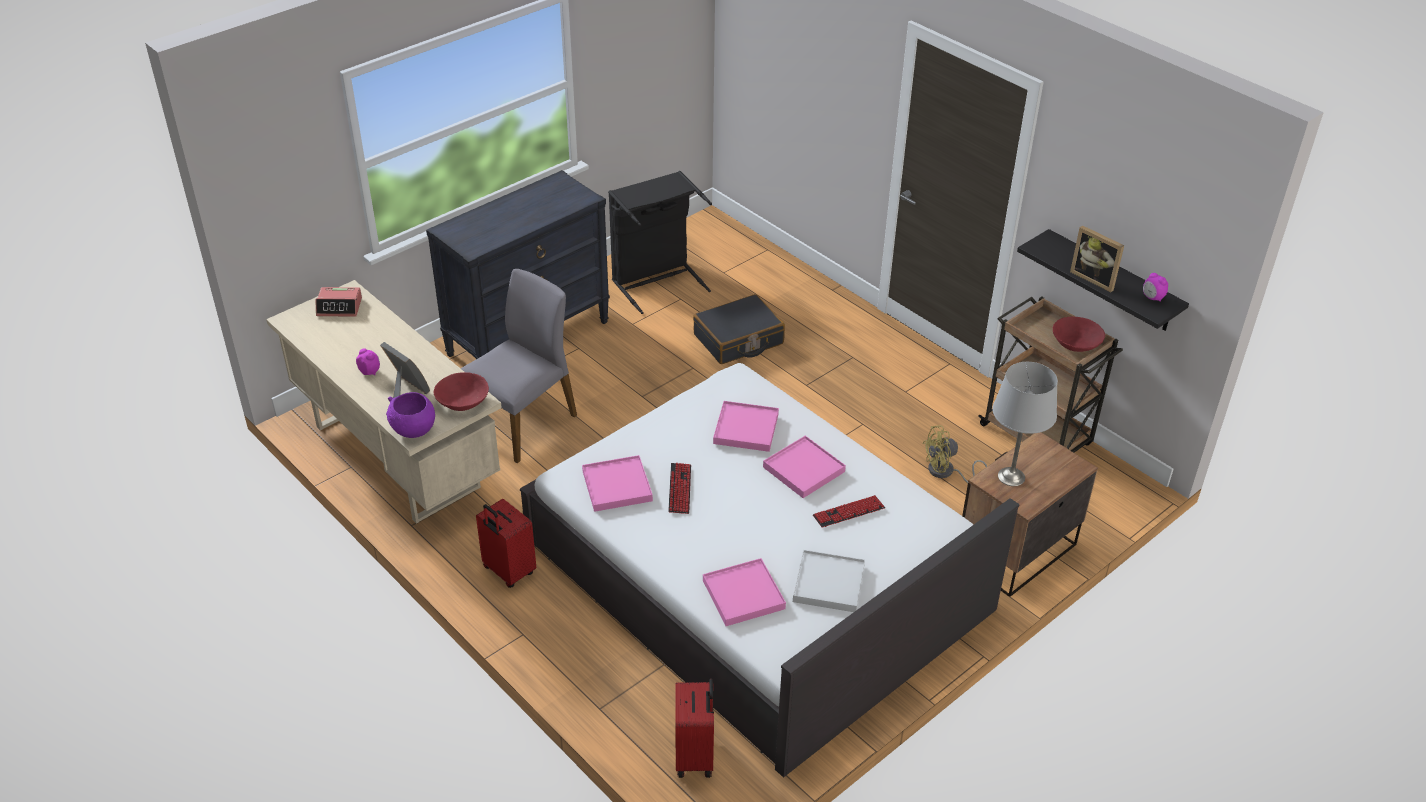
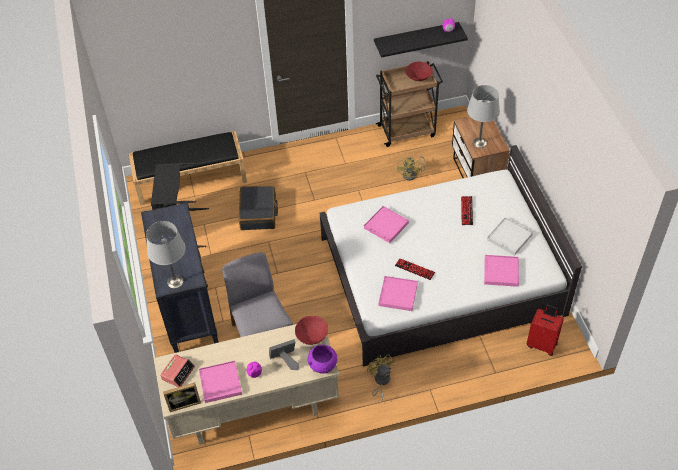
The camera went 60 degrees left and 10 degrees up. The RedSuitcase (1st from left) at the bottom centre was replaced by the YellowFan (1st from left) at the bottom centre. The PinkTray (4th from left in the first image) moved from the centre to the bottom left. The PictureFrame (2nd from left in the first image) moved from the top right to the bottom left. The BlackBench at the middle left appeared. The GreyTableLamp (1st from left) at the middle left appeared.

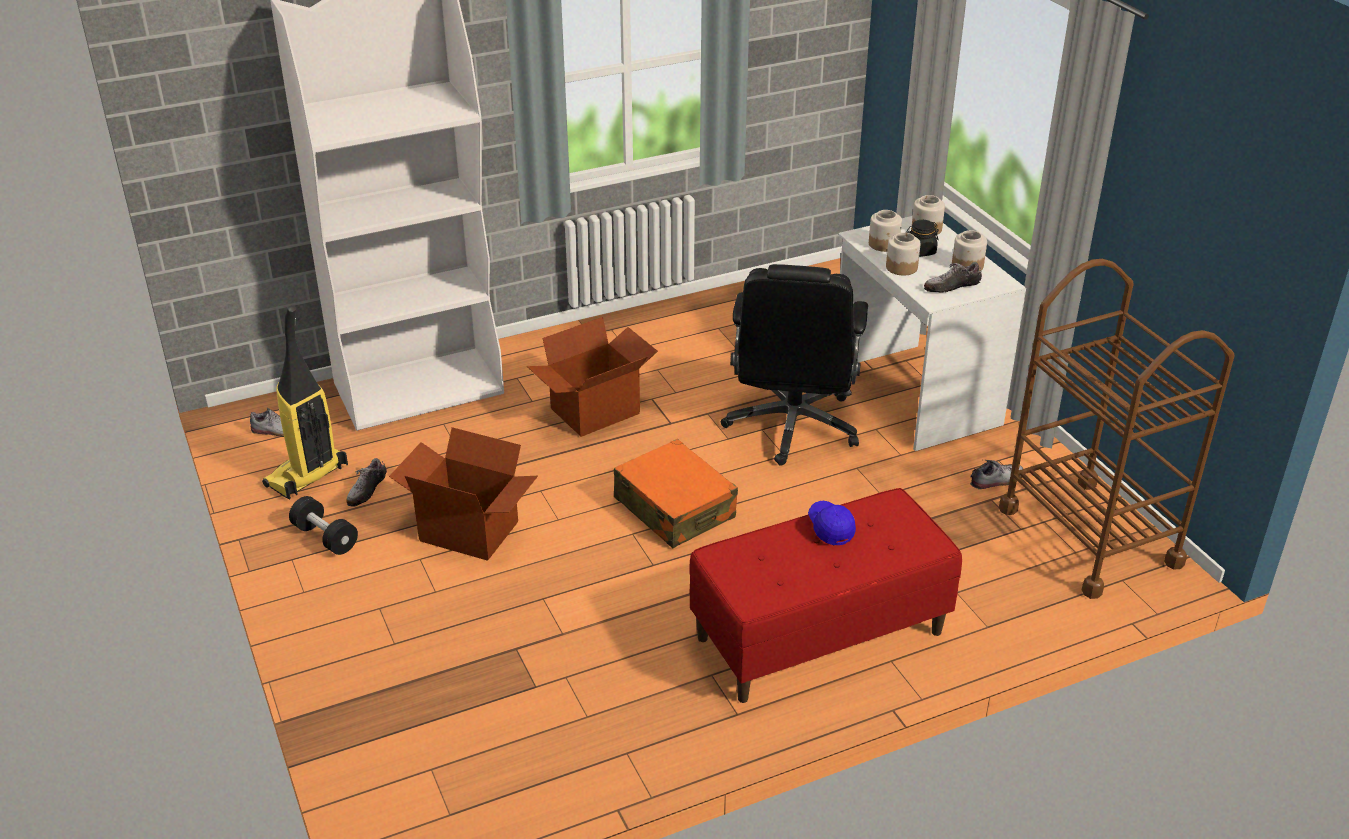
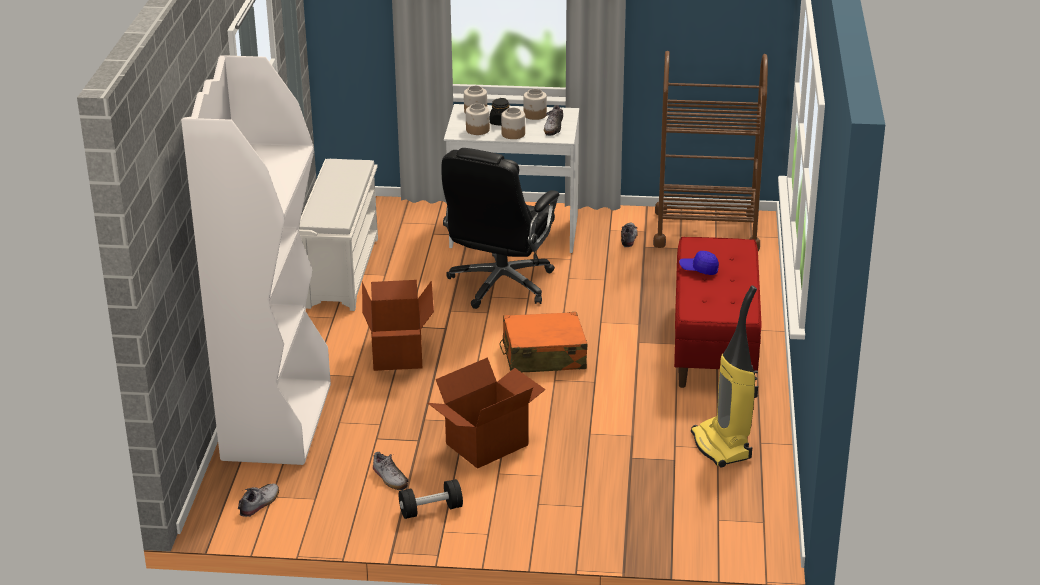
The camera went 60 degrees left and 5 degrees down. The VacuumCleaner moved from the middle left to the middle right. The BlackOfficeChair at the centre turned 75 degrees clockwise. The WhiteShoeRack at the middle left appeared.

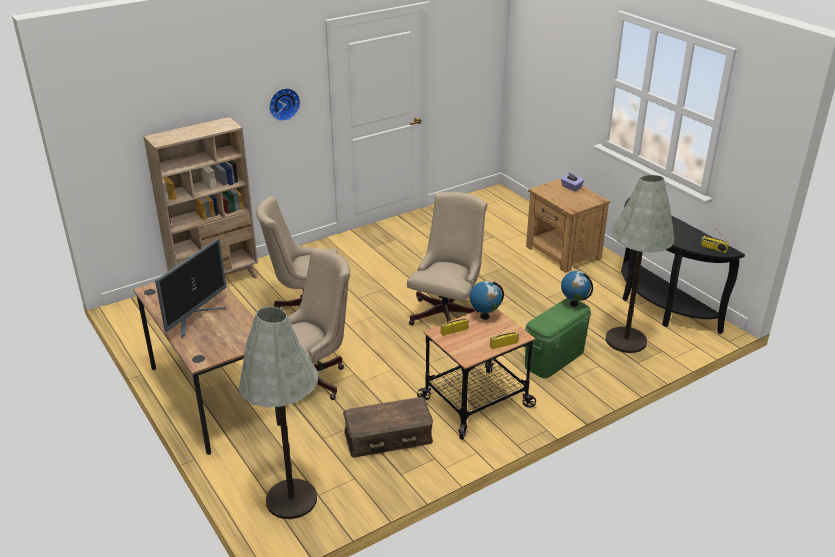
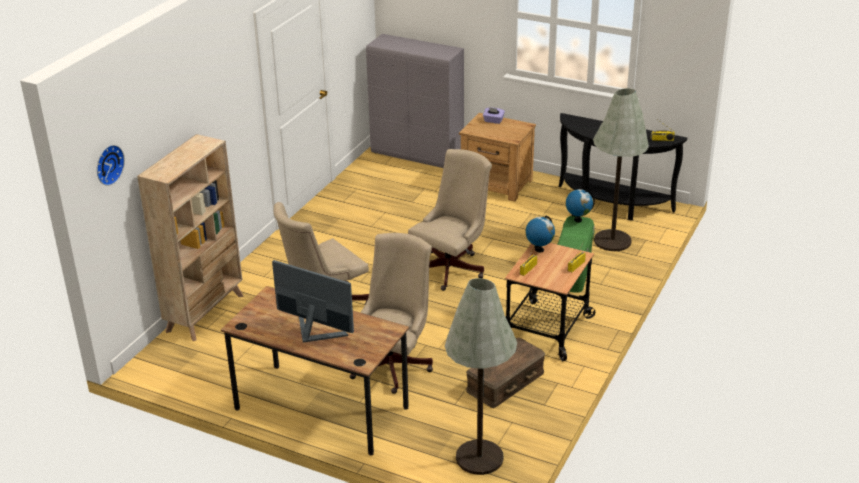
The camera went 30 degrees left and 0 degrees up. The Monitor at the middle left turned 60 degrees counterclockwise. The WallClock moved from the top centre to the middle left. The BeigeOfficeChair (3rd from left) at the centre turned 45 degrees clockwise. The GreyCabinet at the top centre appeared.

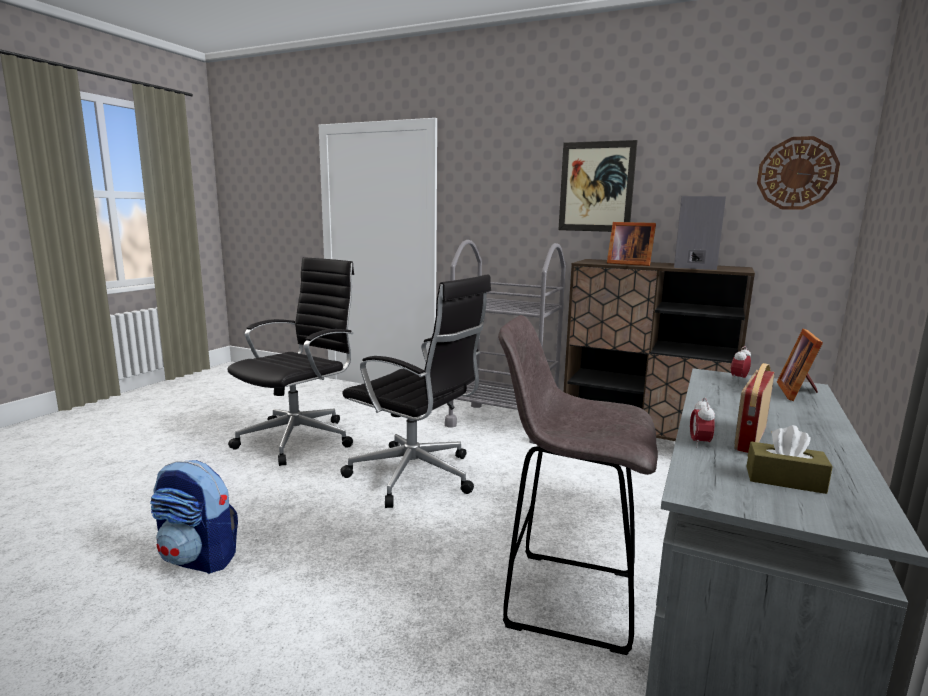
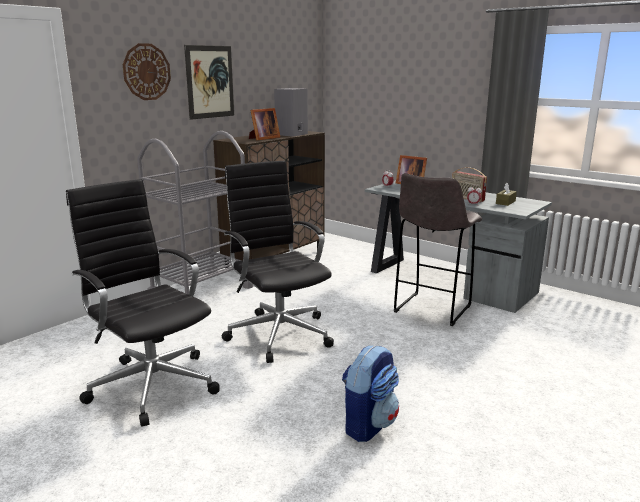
The camera went 75 degrees left and 5 degrees up. The BlackOfficeChair (2nd from left) at the centre turned 75 degrees counterclockwise. The WallClock moved from the top right to the top left.

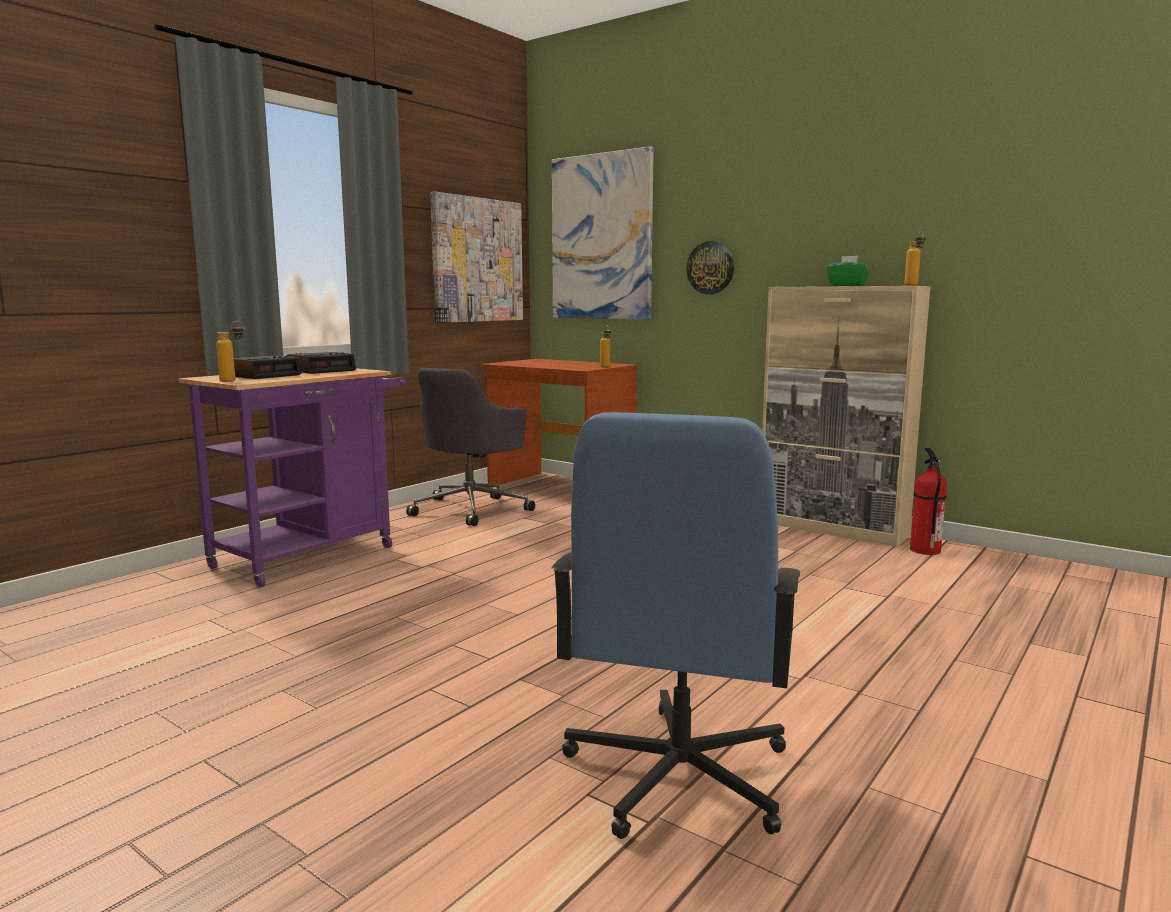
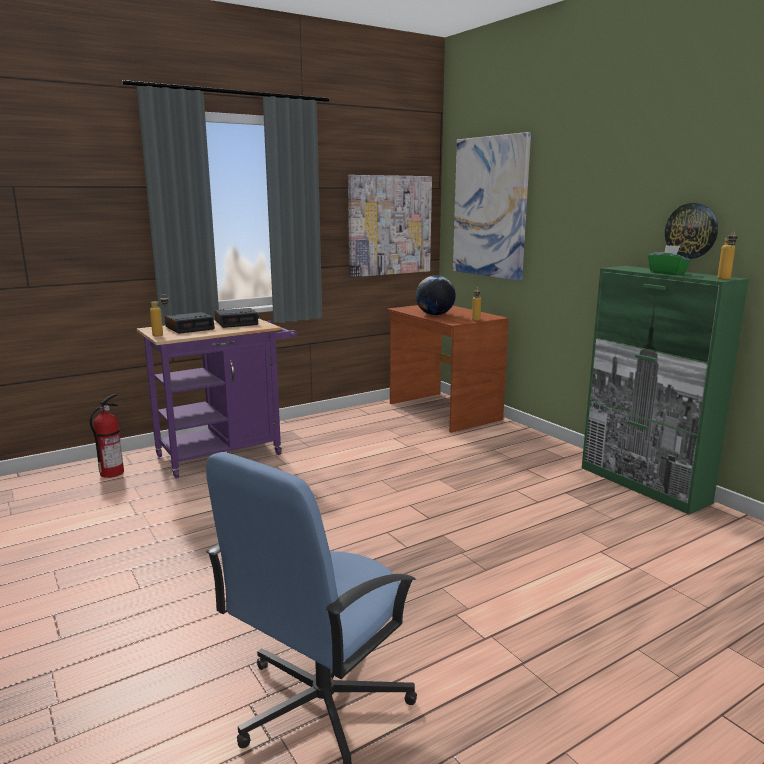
The camera went 20 degrees right and 5 degrees up. The GreyOfficeChair at the centre disappeared. The WallClock moved from the top centre to the top right. The BeigeCabinet at the middle right became the GreenCabinet at the middle right. The FireExtinguisher moved from the middle right to the middle left. The Globe at the centre appeared.

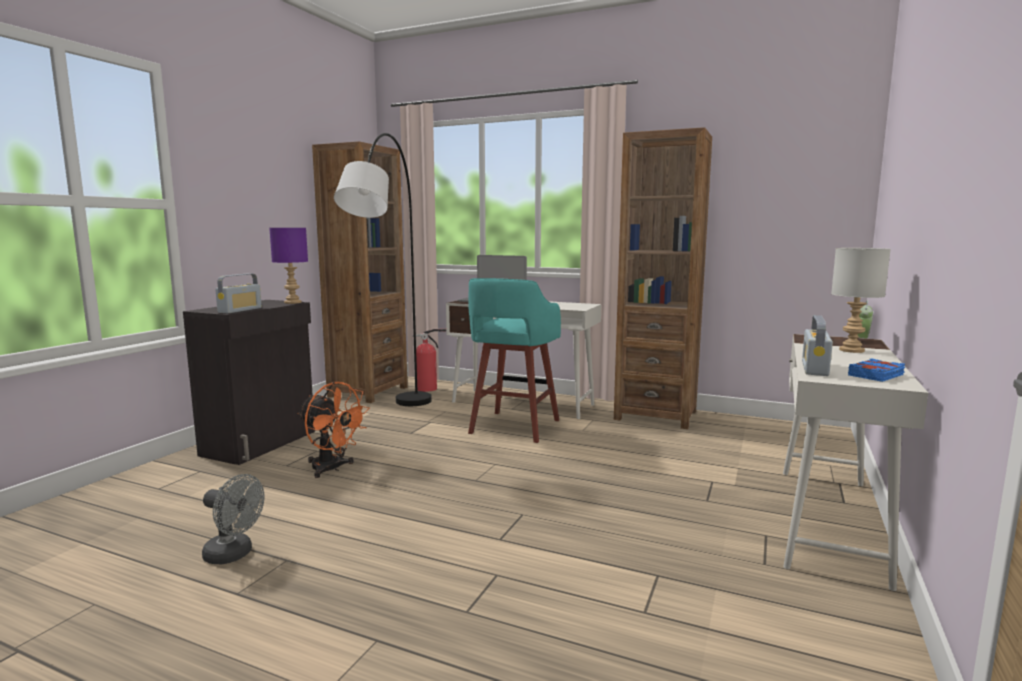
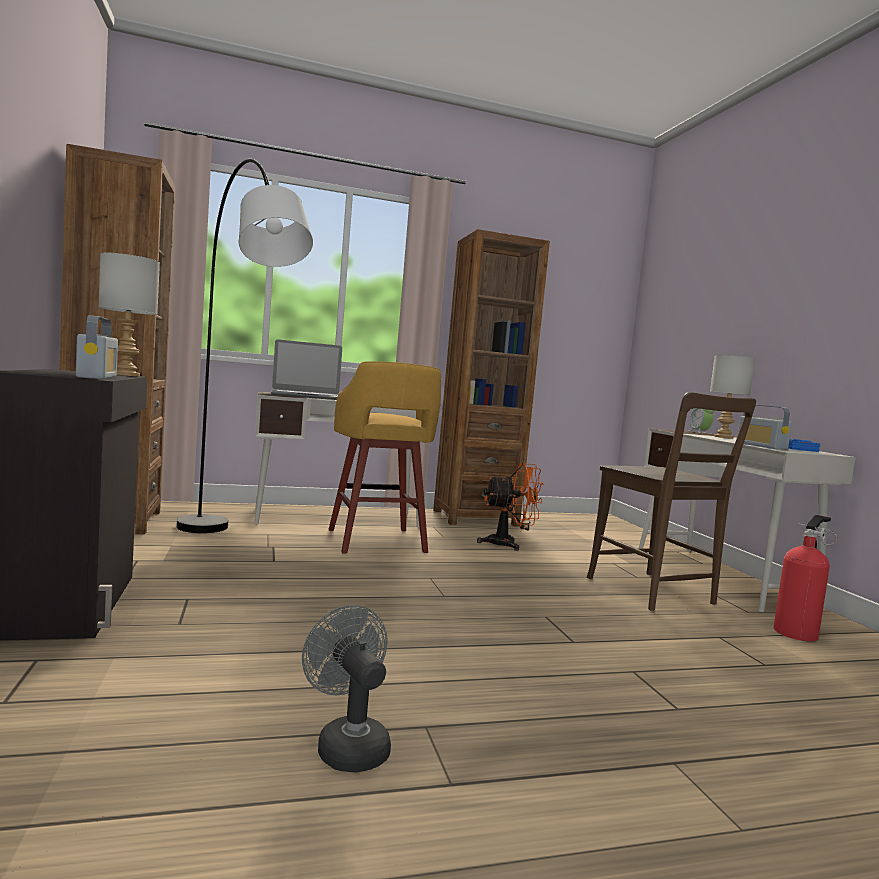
The camera went 40 degrees left and 5 degrees down. The GreyFan at the bottom left turned 105 degrees counterclockwise. The PurpleTableLamp at the middle left became the GreyTableLamp (1st from left) at the middle left. The OrangeFan moved from the middle left to the centre. The FireExtinguisher moved from the centre to the middle right. The TurquoiseStool at the centre became the YellowStool at the centre. The BrownChair at the middle right appeared.

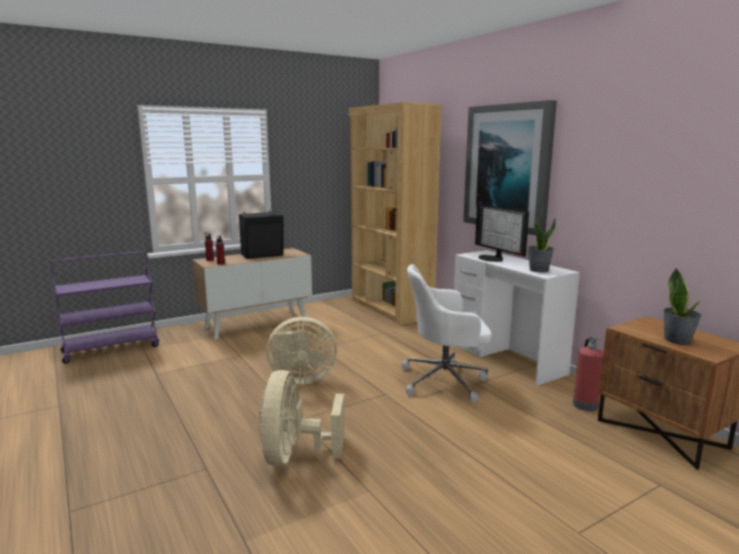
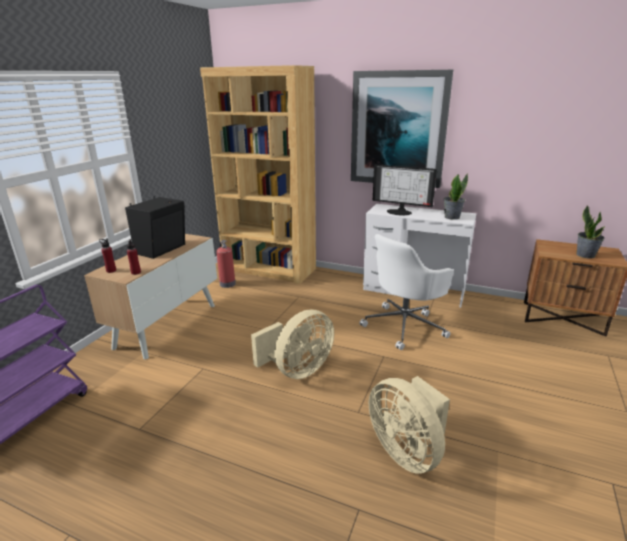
The camera went 35 degrees left and 10 degrees up. The FireExtinguisher moved from the bottom right to the centre.

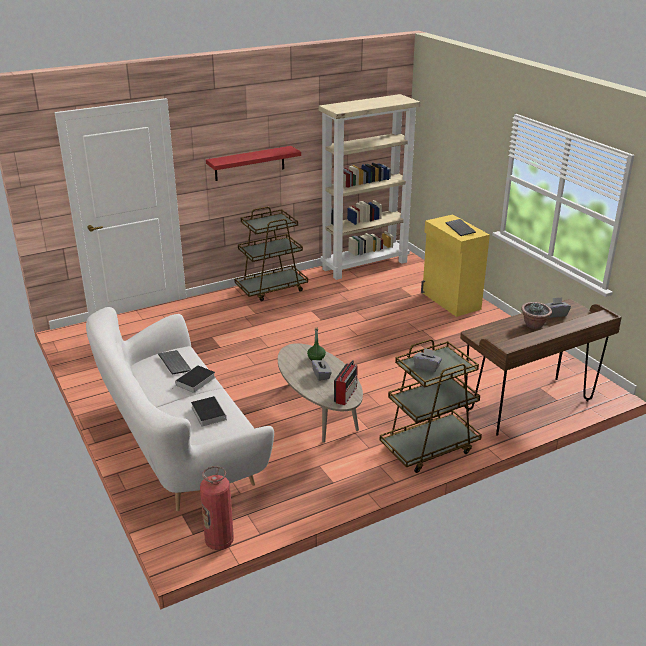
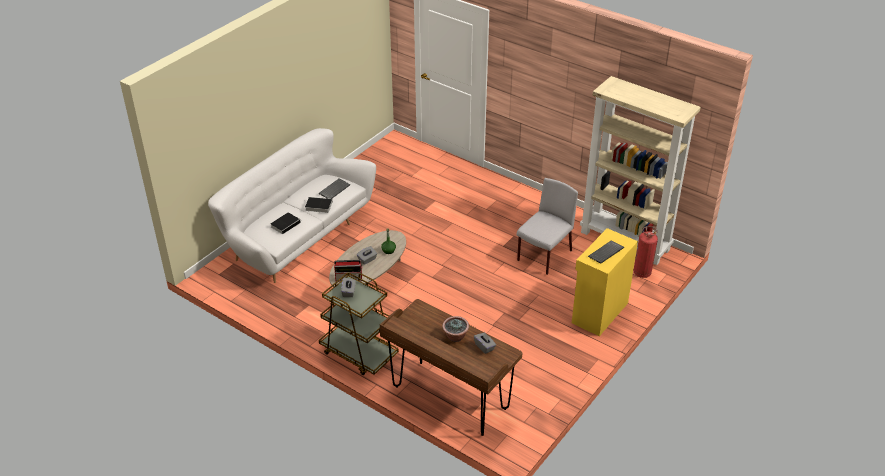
The camera went 65 degrees right and 10 degrees up. The FireExtinguisher moved from the bottom centre to the middle right. The RedShelf at the top centre disappeared. The BrownCart (1st from left) at the centre disappeared. The GreyChair at the centre appeared.

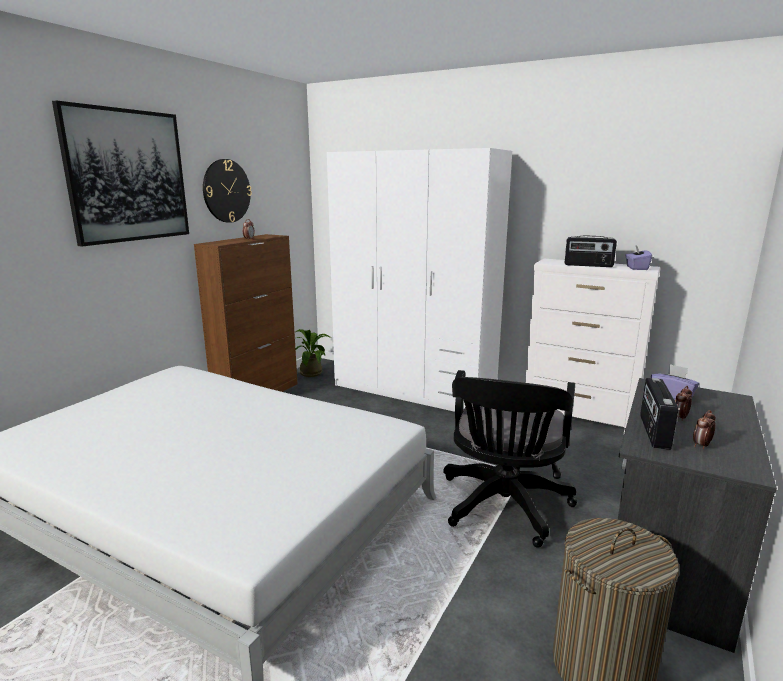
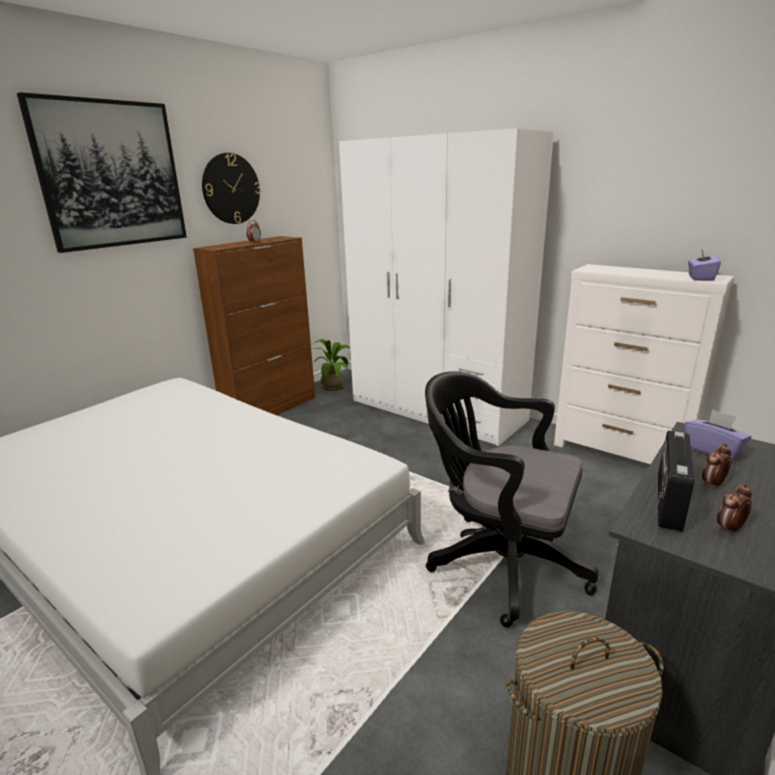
The camera went 10 degrees right and 5 degrees up. The BlackOfficeChair at the bottom centre turned 90 degrees clockwise. The Radio (1st from left) at the middle right disappeared.

